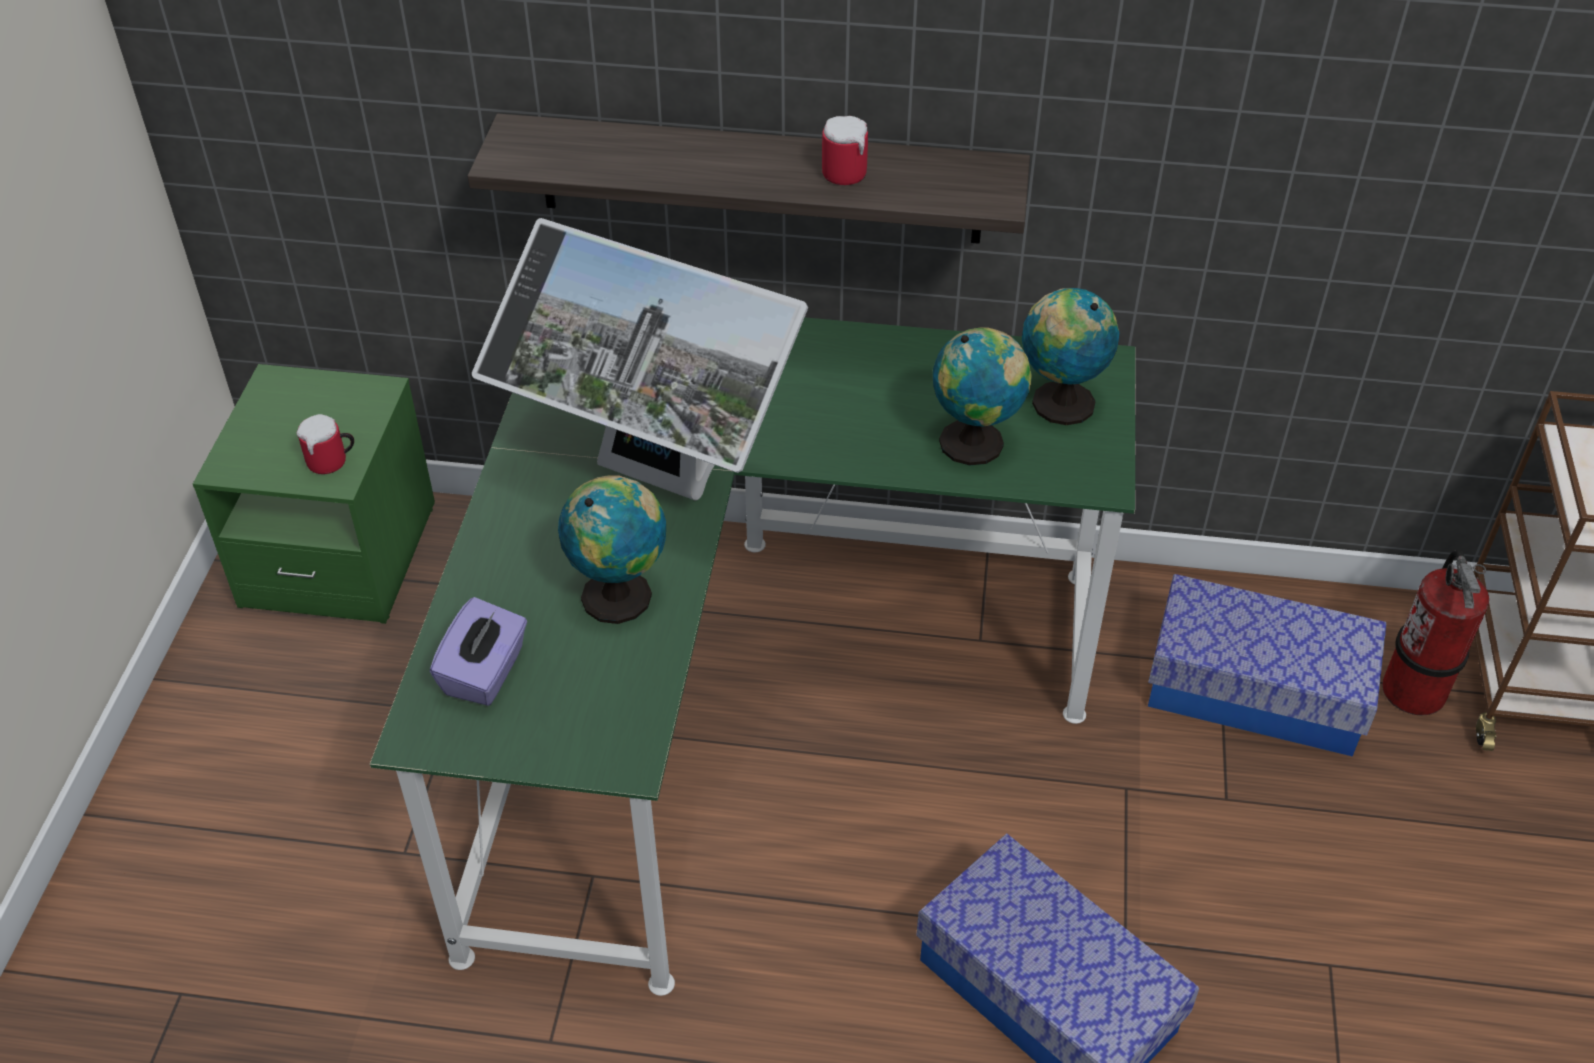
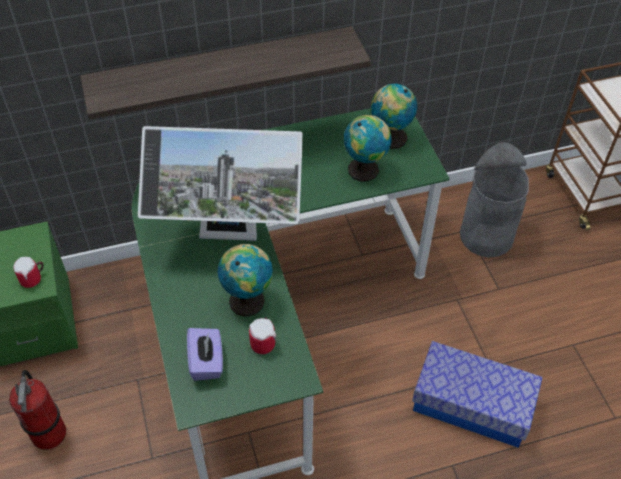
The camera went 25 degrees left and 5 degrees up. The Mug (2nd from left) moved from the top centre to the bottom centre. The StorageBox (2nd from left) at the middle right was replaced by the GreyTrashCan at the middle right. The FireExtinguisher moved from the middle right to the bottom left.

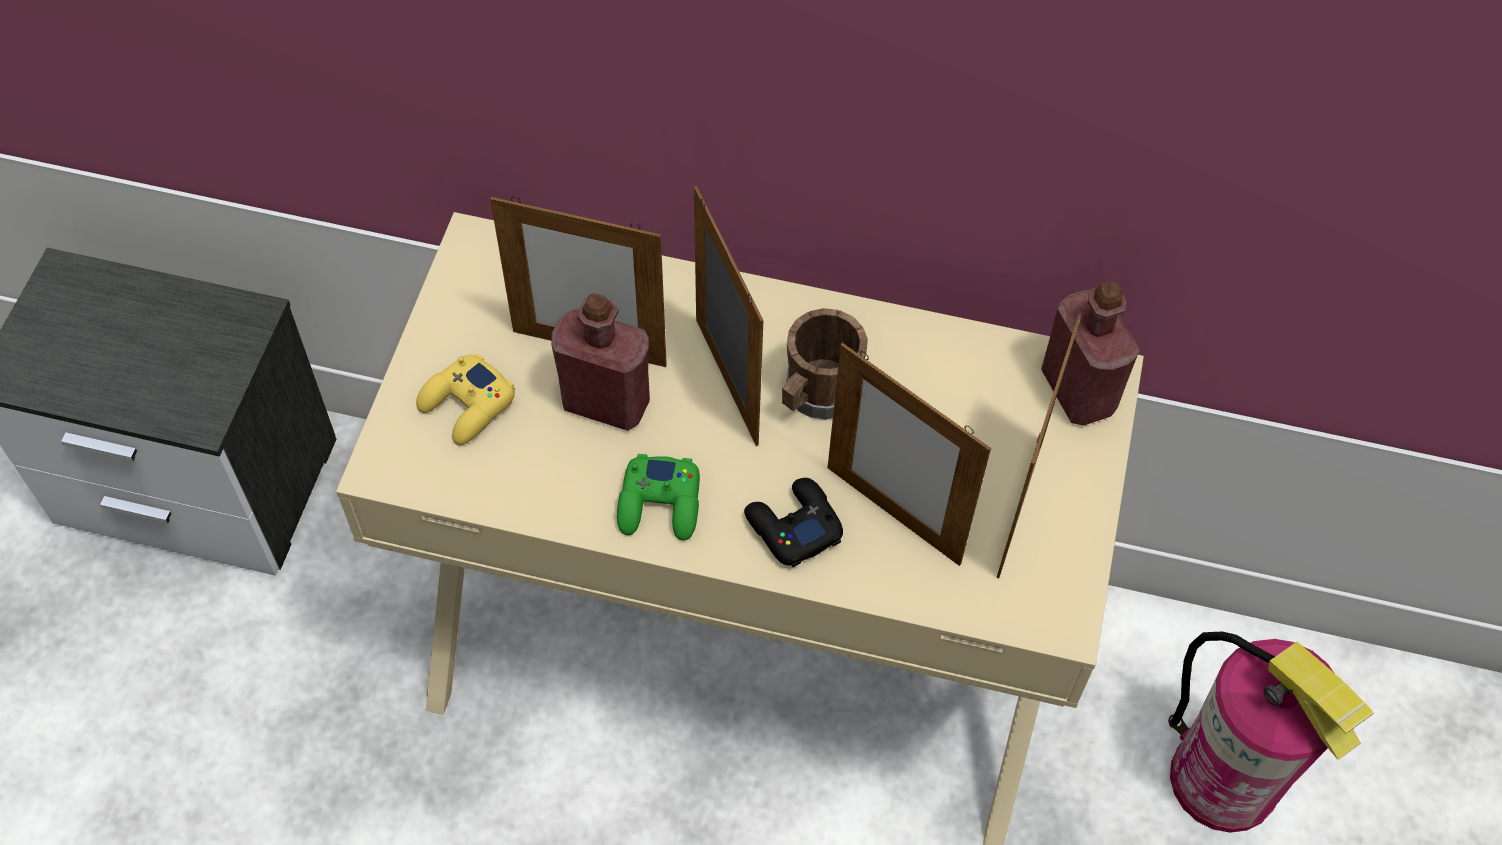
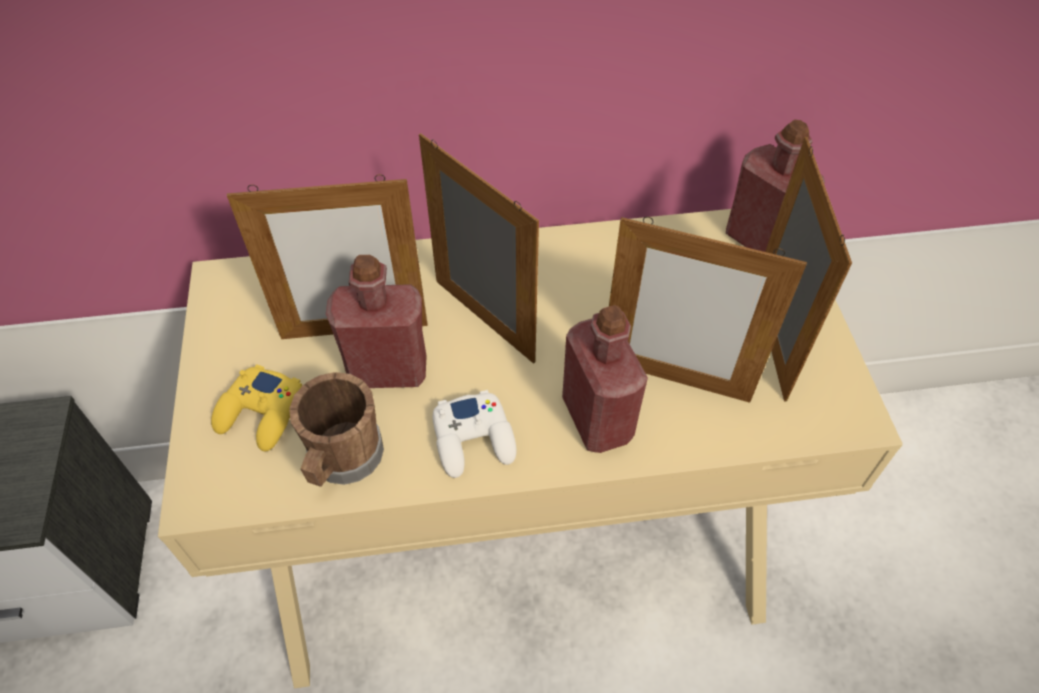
The camera went 20 degrees left and 5 degrees down. The GreenGameController at the centre became the WhiteGameController at the centre. The BlackGameController at the centre was replaced by the RedBottle (2nd from left) at the centre. The BrownMug moved from the centre to the middle left. The FireExtinguisher at the bottom right disappeared.

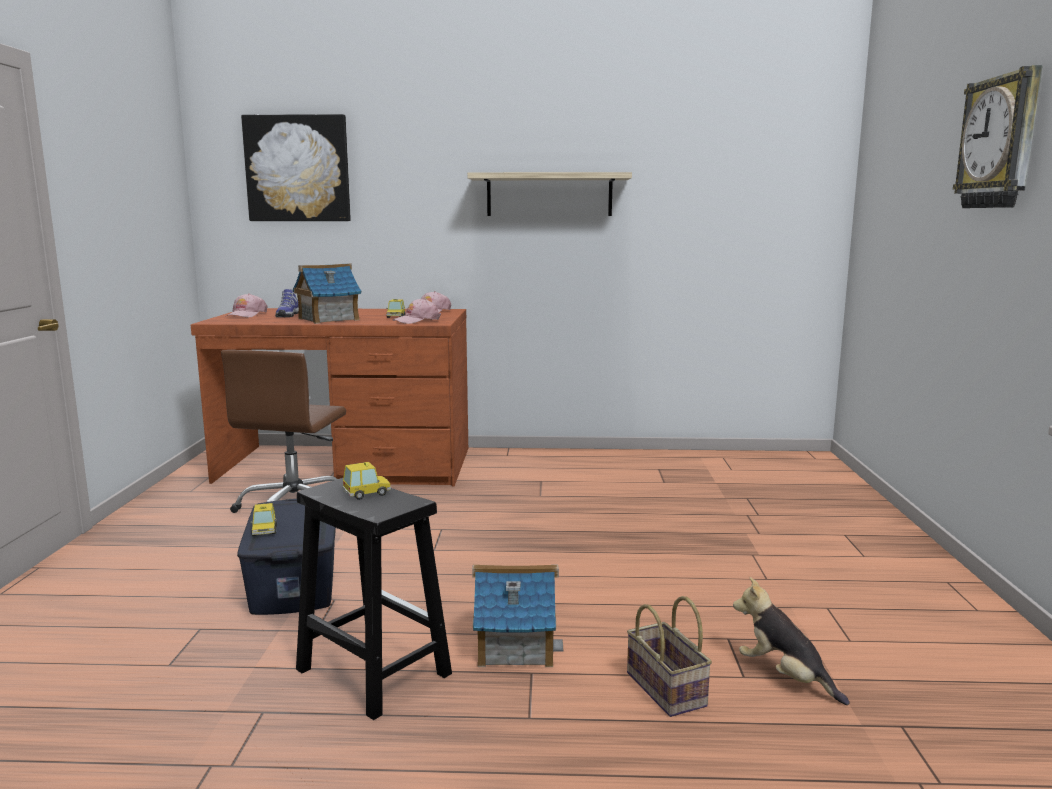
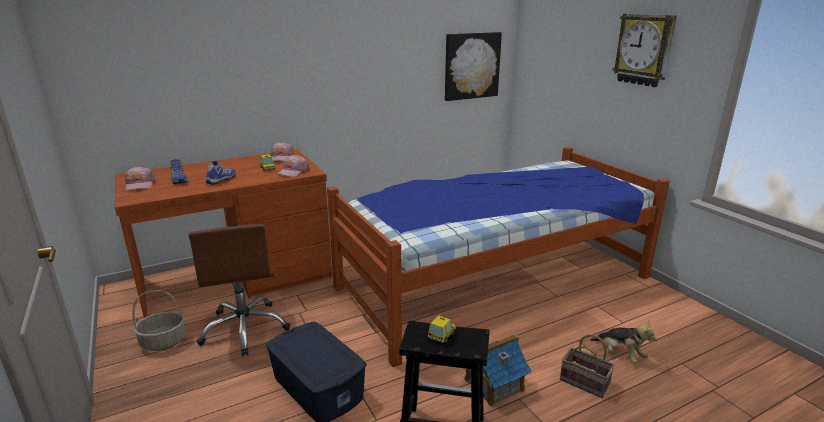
The camera went 30 degrees left and 10 degrees up. The Picture moved from the top left to the top centre. The ToyCar (1st from left) at the middle left disappeared. The ToyHouse (1st from left) at the middle left was replaced by the Shoe (2nd from left) at the middle left. The Shelf at the top centre disappeared. The PlushToy at the bottom right turned 150 degrees counterclockwise. The Basket (1st from left) at the bottom left appeared. The Bed at the centre appeared.

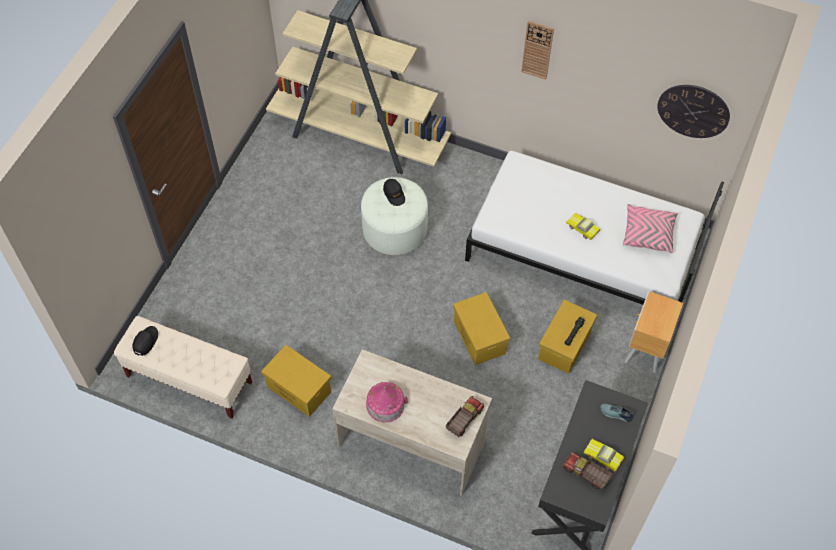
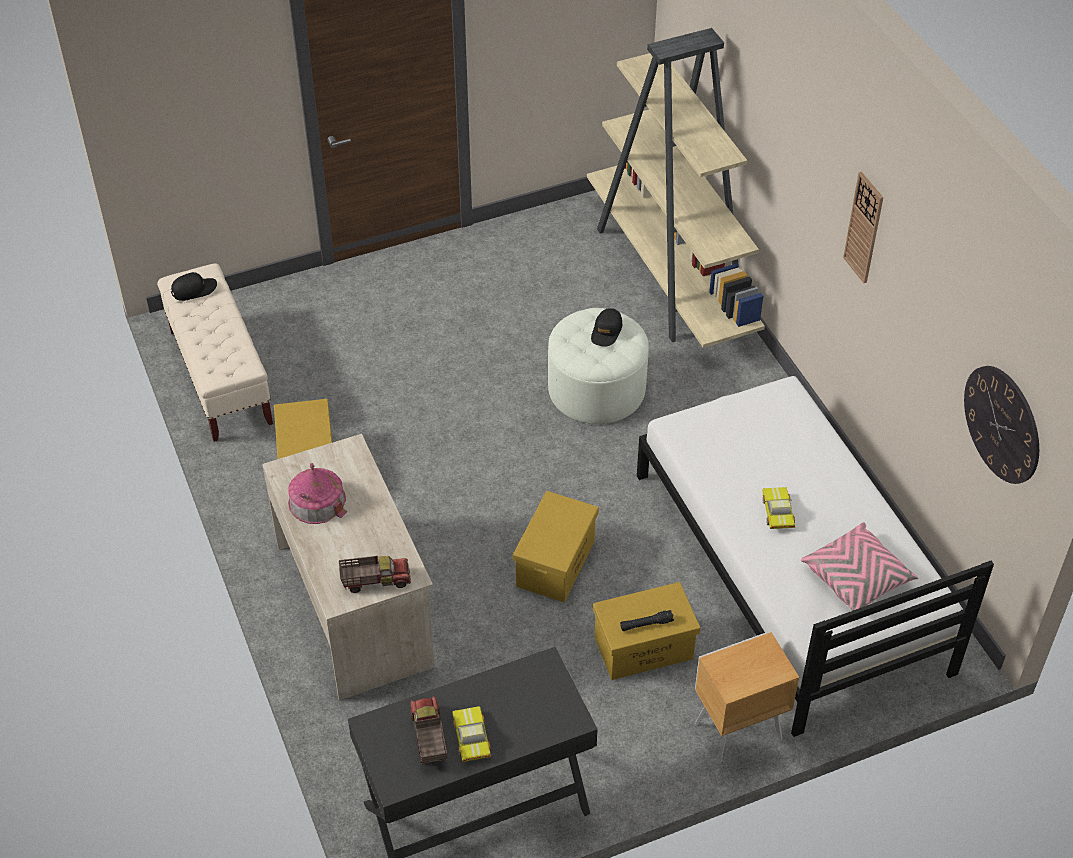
The camera went 45 degrees right and 10 degrees down. The Shoe at the bottom right disappeared.

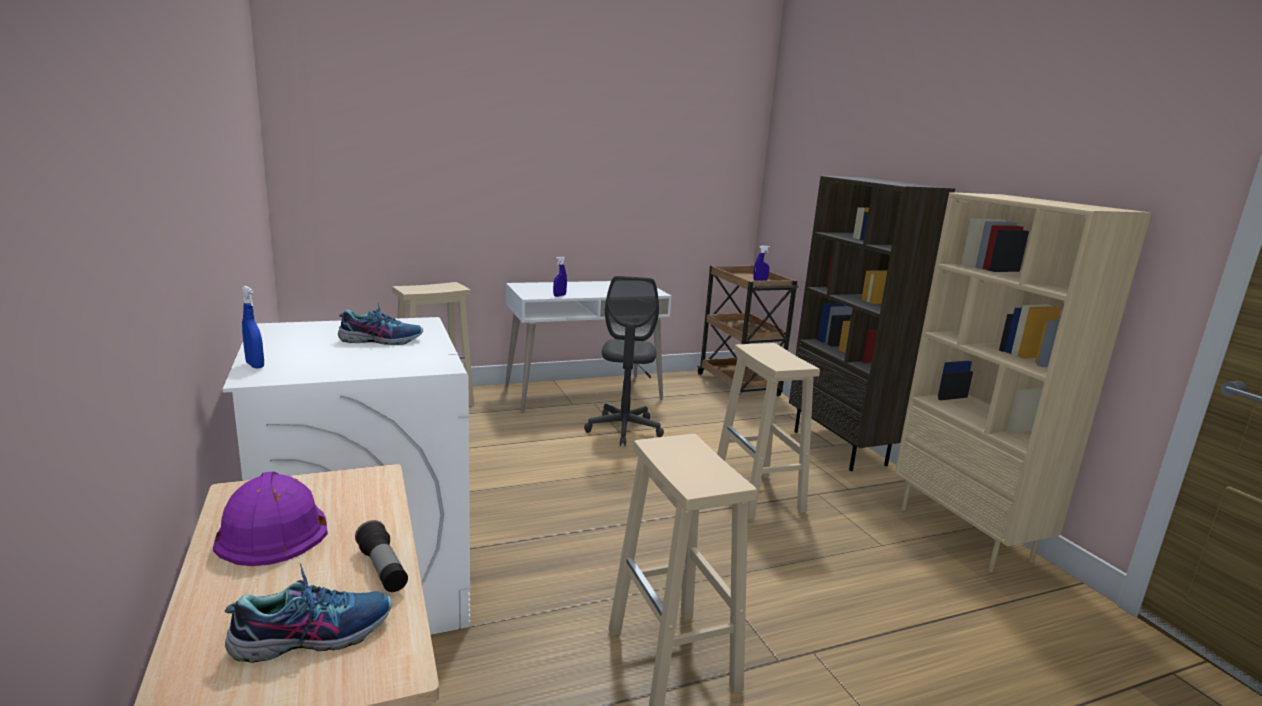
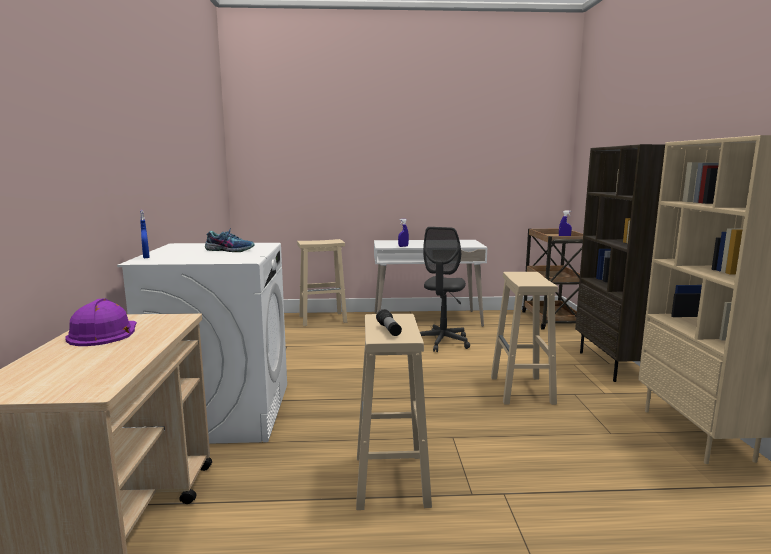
The camera went 20 degrees right and 5 degrees down. The Shoe (1st from left) at the bottom left disappeared. The Flashlight moved from the bottom left to the centre.

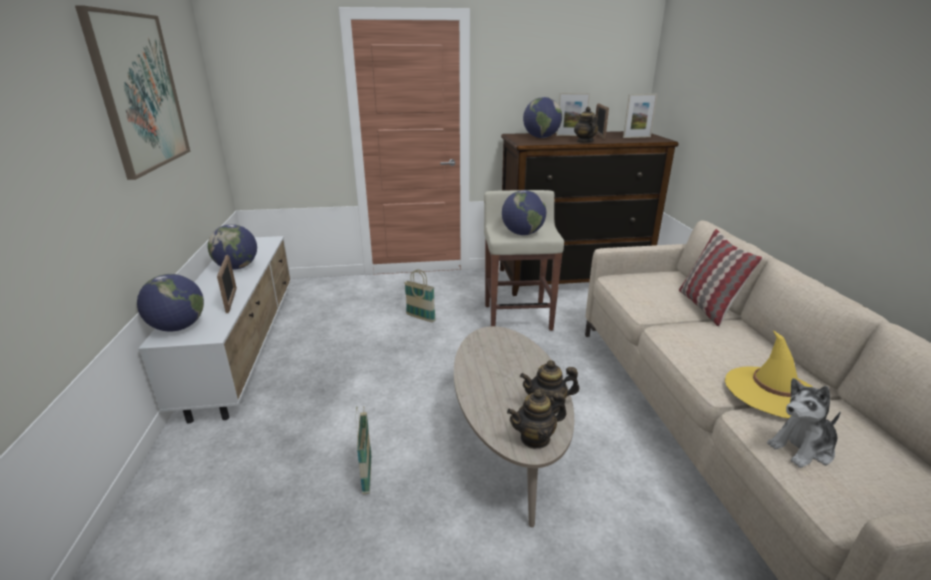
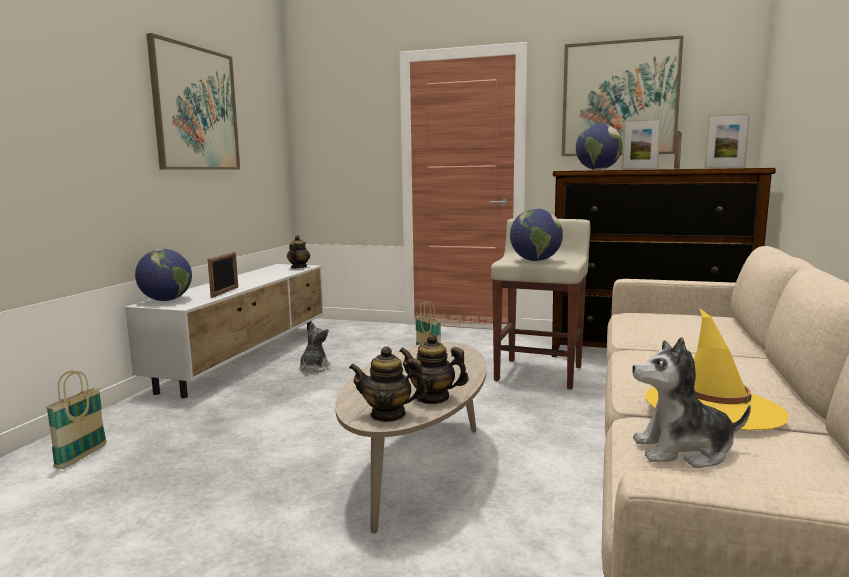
The camera went 25 degrees right and 15 degrees down. The Globe (2nd from left) at the middle left disappeared. The Basket (1st from left) moved from the bottom centre to the bottom left. The Teapot (3rd from left in the first image) moved from the top centre to the centre. The Pillow at the middle right disappeared. The PlushToy (1st from left) at the centre appeared. The Picture (2nd from left) at the top right appeared.

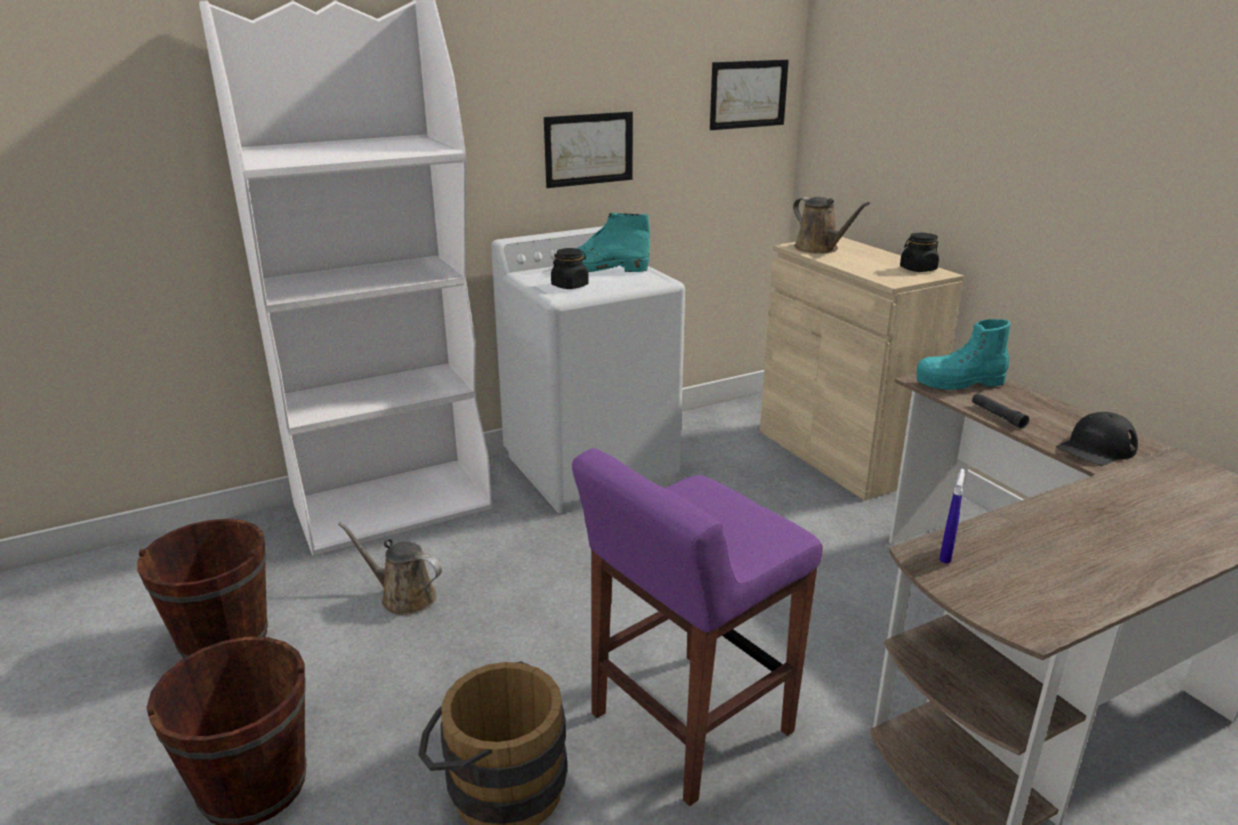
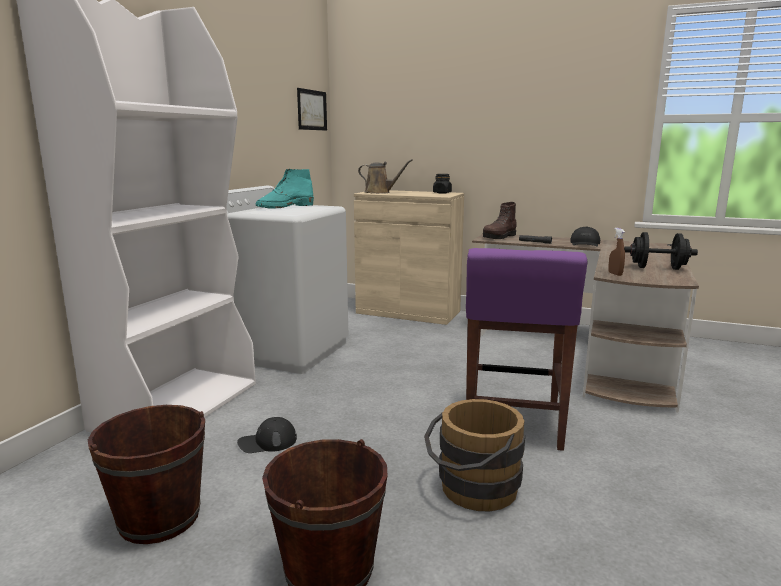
The camera went 40 degrees left and 10 degrees down. The BrownWateringCan (1st from left) at the bottom left was replaced by the BlackCap (1st from left) at the bottom centre. The Picture (1st from left) at the top centre disappeared. The BlackJar (1st from left) at the top centre disappeared. The TurquoiseBoot (2nd from left) at the middle right became the BrownBoot at the centre. The BlueSprayBottle at the middle right became the BrownSprayBottle at the middle right. The BlackDumbbell at the middle right appeared.

